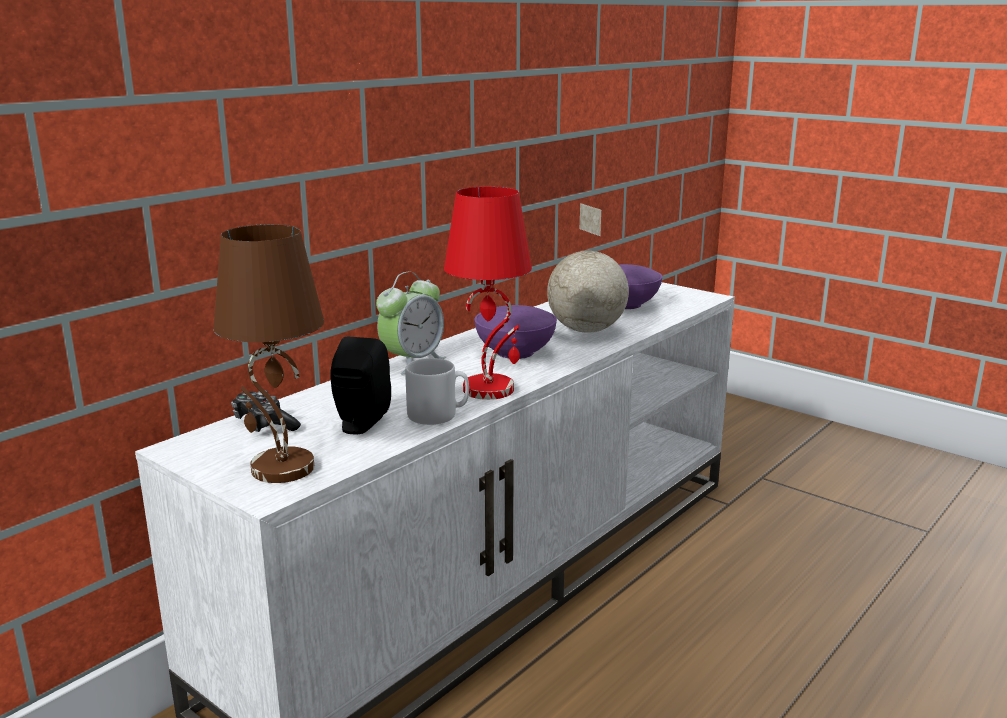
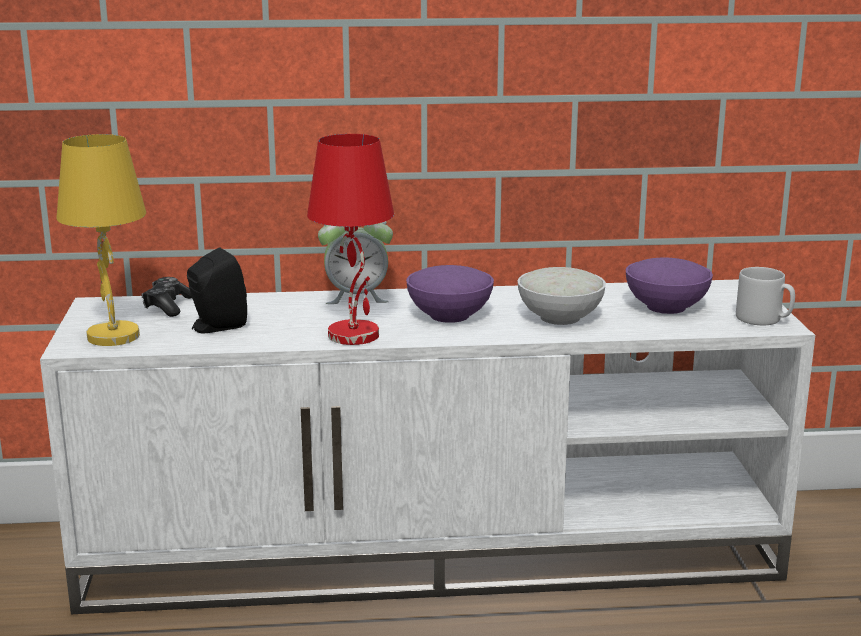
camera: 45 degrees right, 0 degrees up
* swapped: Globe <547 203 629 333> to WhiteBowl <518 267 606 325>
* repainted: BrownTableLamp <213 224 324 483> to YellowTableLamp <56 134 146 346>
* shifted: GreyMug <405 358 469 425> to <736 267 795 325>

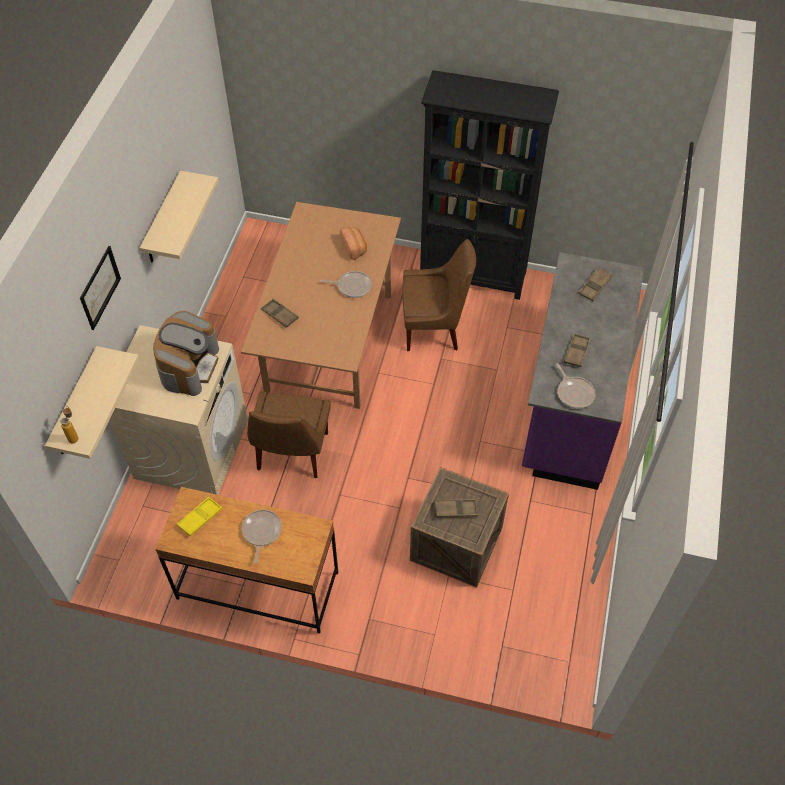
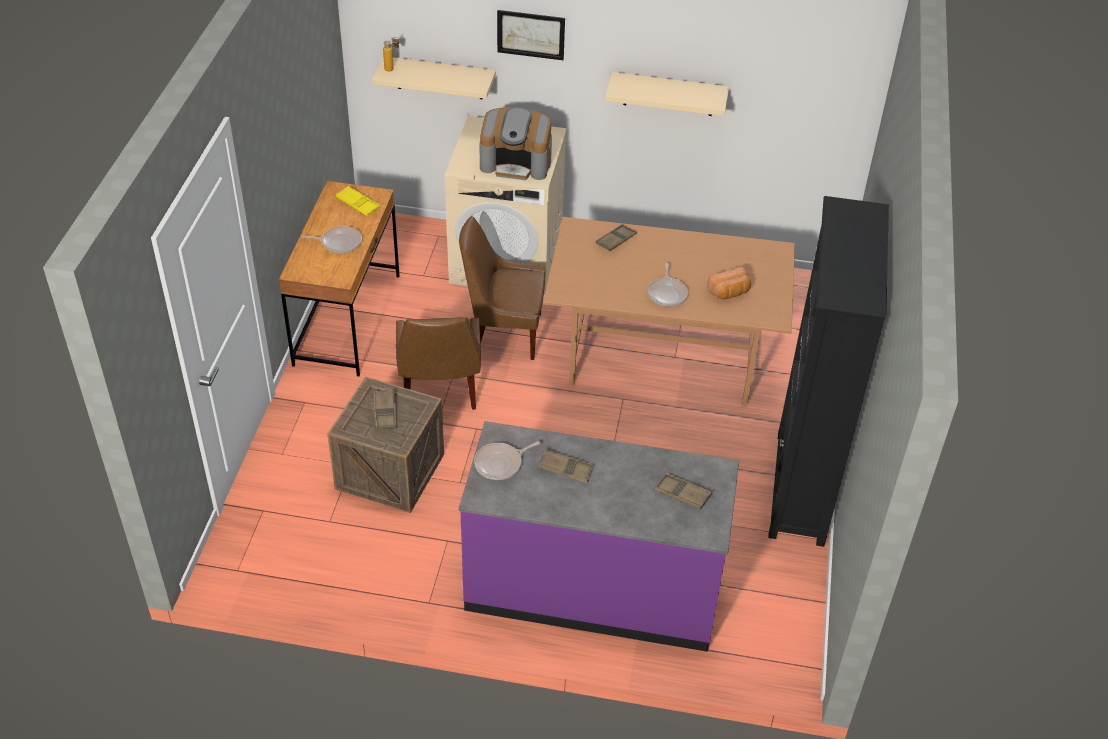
camera: 85 degrees right, 10 degrees down
* shifted: BrownChair <402 239 476 351> to <396 317 481 410>

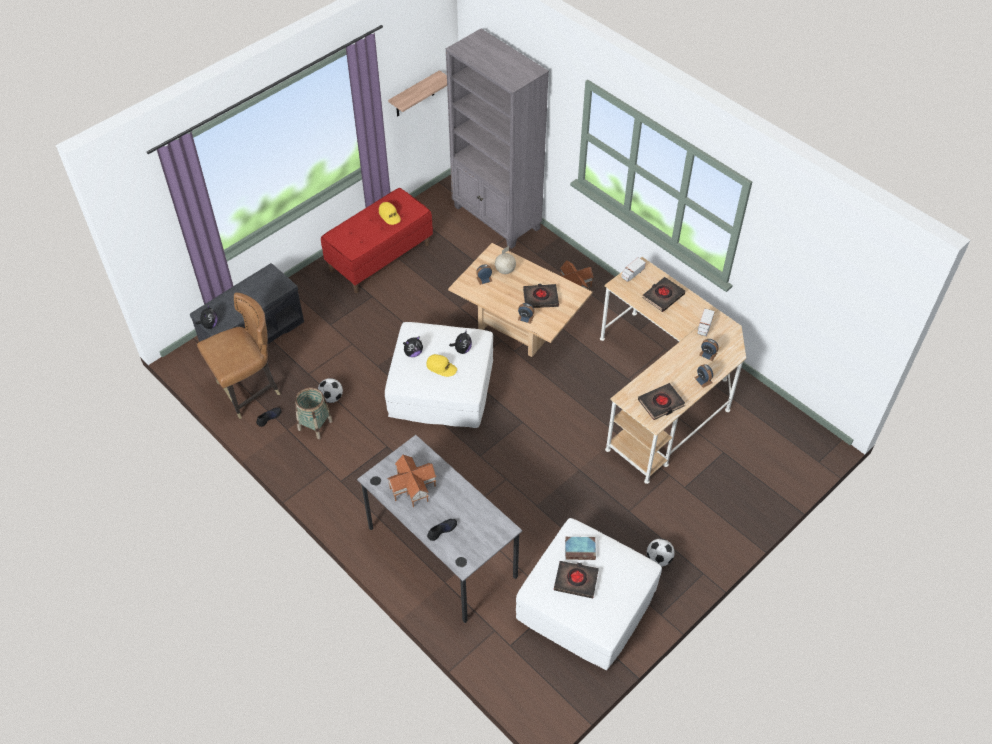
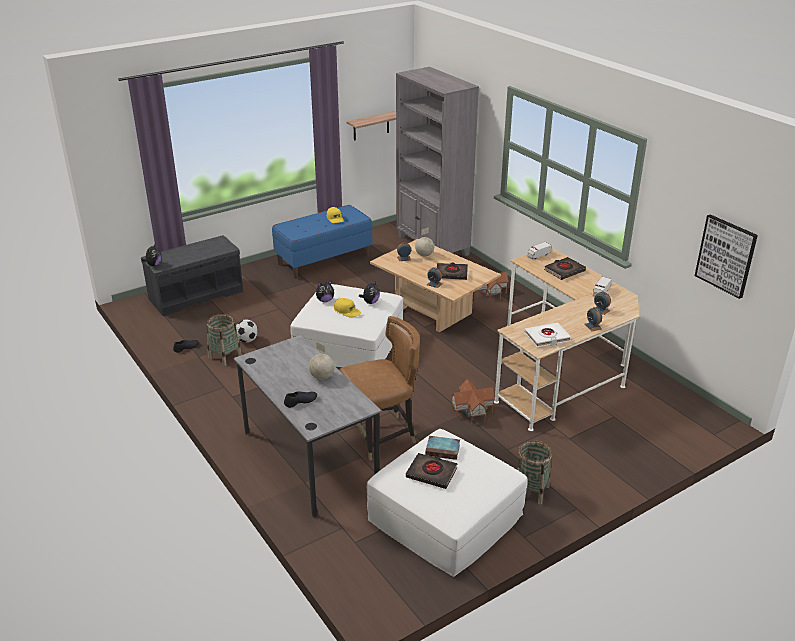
camera: 10 degrees right, 20 degrees down
* repainted: RedBench <321 188 433 293> to BlueBench <272 205 372 279>
* shifted: BrownChair <197 293 280 419> to <339 316 420 460>
* repainted: BlackBook <638 383 685 420> to WhiteBook <524 322 571 348>
* shifted: ToyHouse <387 455 436 507> to <451 379 495 424>
* swapped: Football <647 539 675 567> to Basket <517 440 552 504>
* new: Picture <695 214 758 299>
* new: Globe <309 342 335 380>

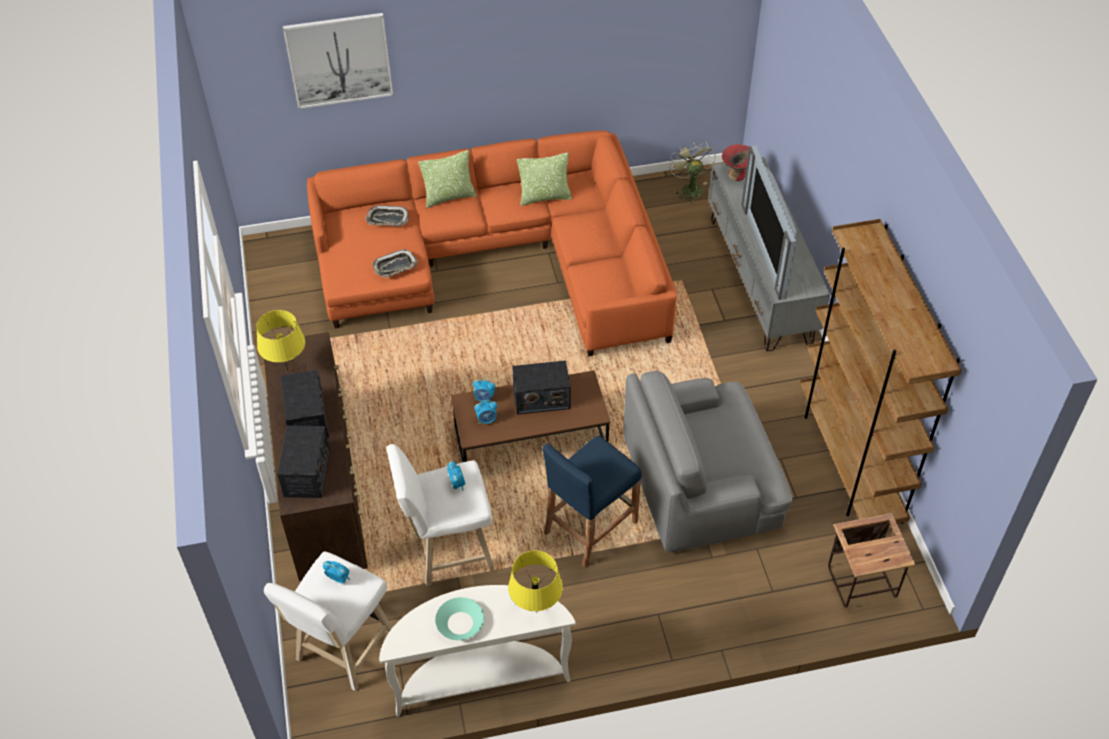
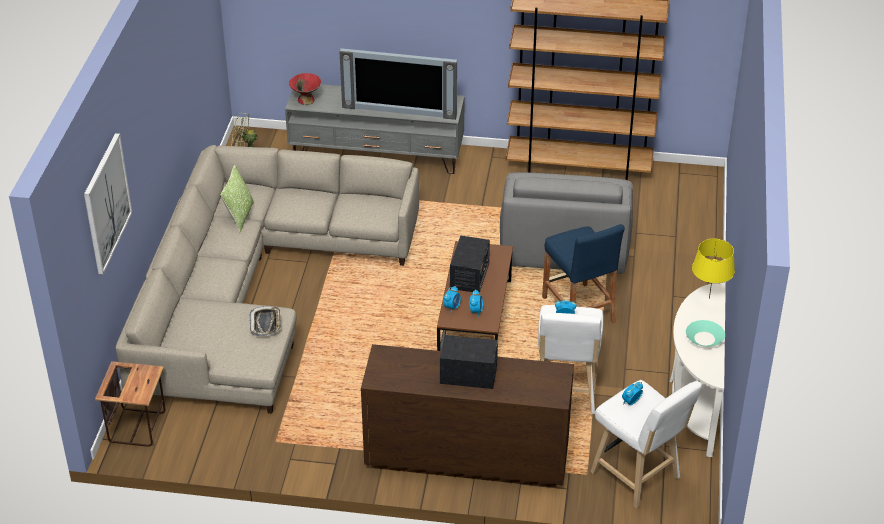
camera: 70 degrees left, 10 degrees down
* repainted: OrangeSofa <307 130 677 357> to BeigeSofa <116 145 419 414>
* gone: Pillow <418 150 476 208>
* gone: Tray <366 205 409 226>
* gone: YellowTableLamp <256 310 305 371>
* gone: Radio <277 425 330 498>
* shifted: SideTable <828 513 915 608> to <95 361 165 447>

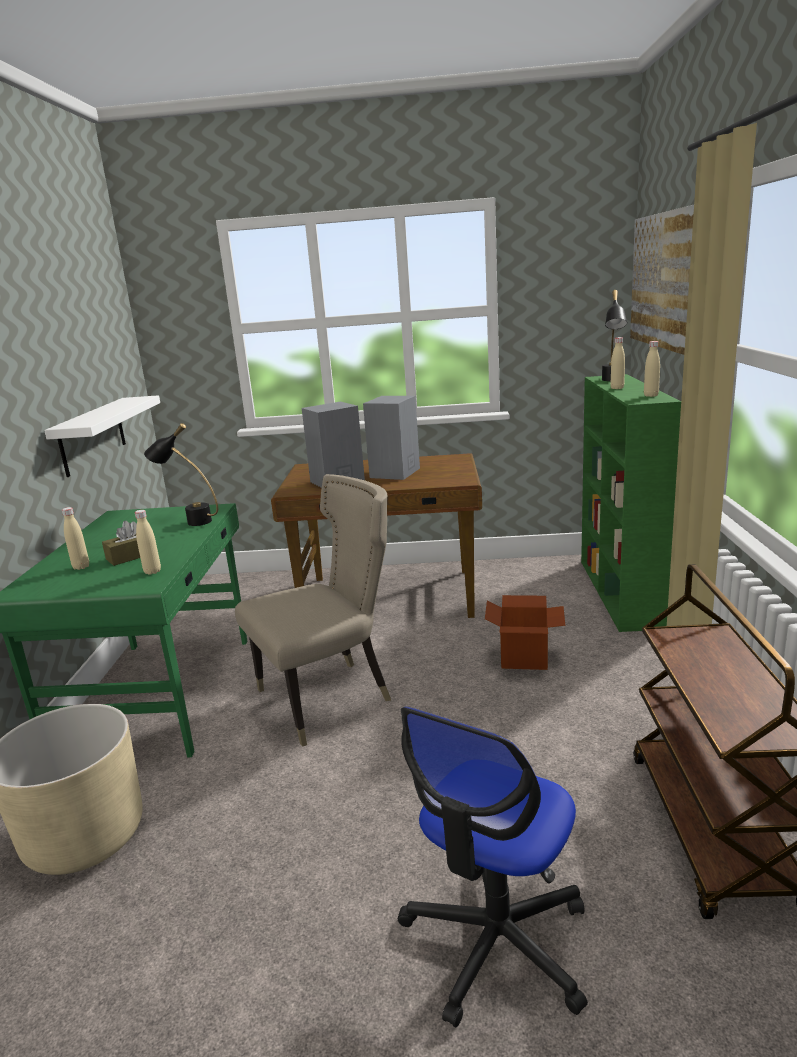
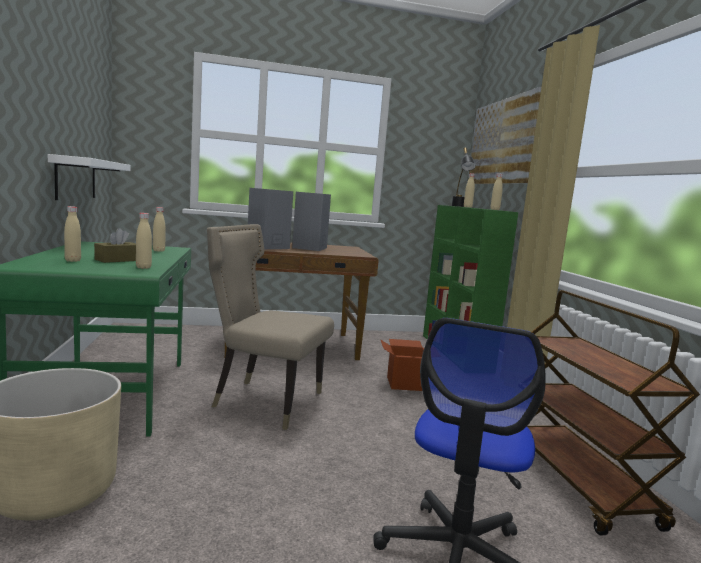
camera: 15 degrees left, 10 degrees down
* swapped: BlackTableLamp <144 423 218 526> to BeigeBottle <153 207 166 252>
* rotated: BeigeChair <235 474 391 747> = <207 224 334 430> 120 degrees counterclockwise

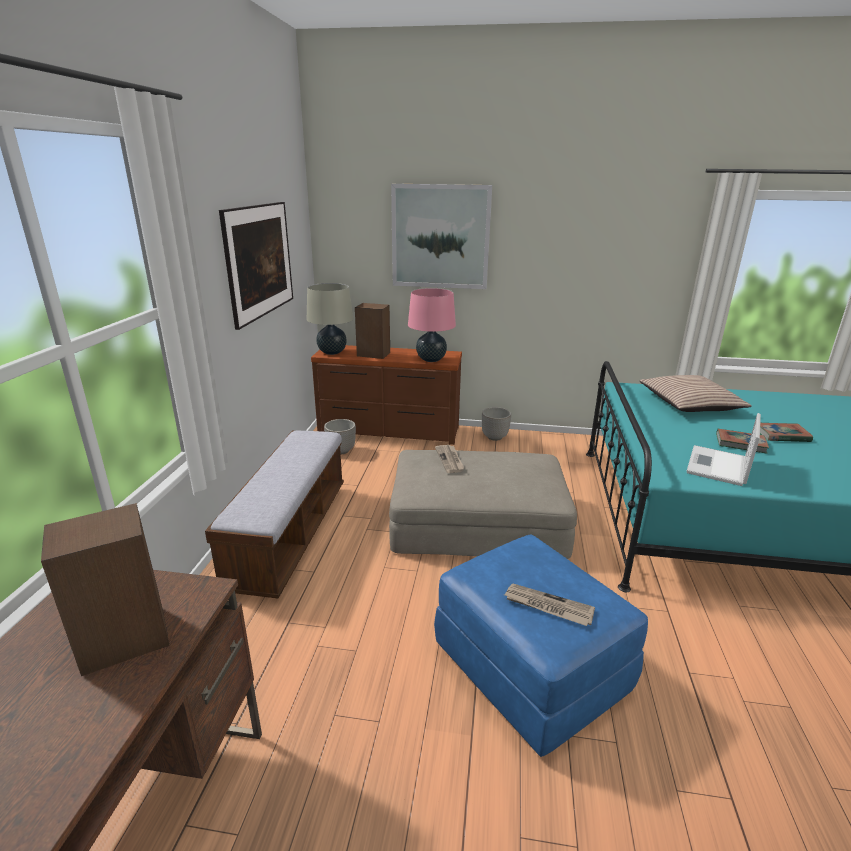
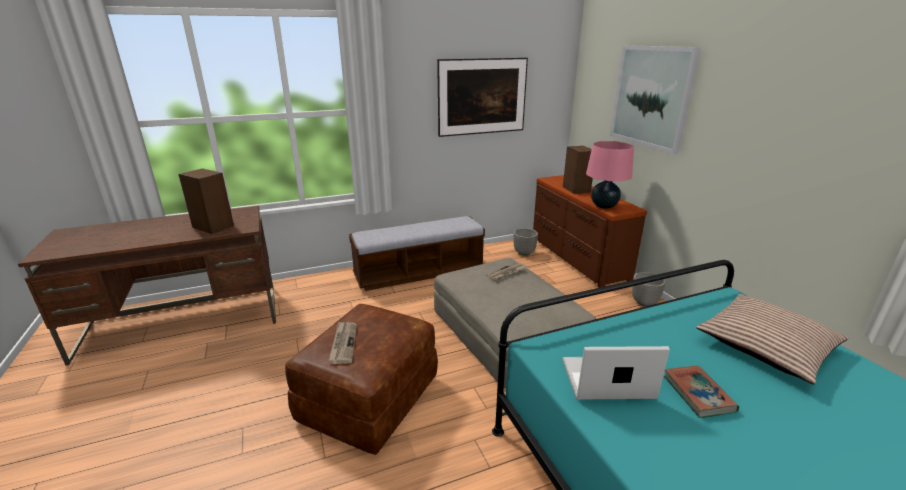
camera: 60 degrees right, 0 degrees up
* gone: BeigeTableLamp <307 283 354 355>
* gone: Book <760 423 813 442>
* repainted: BlueOttoman <434 535 648 757> to BrownOttoman <285 304 438 455>

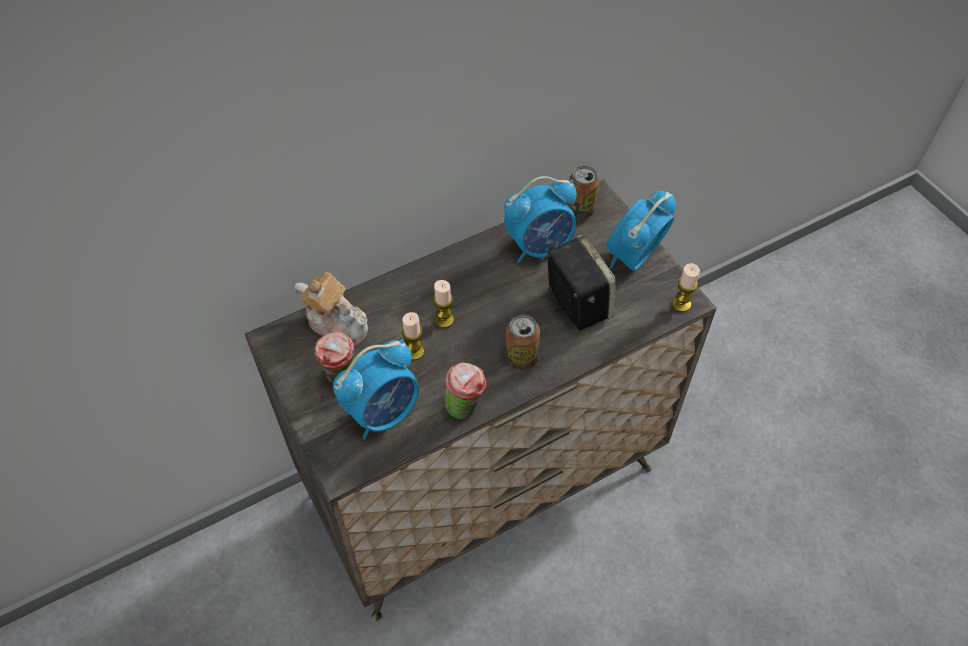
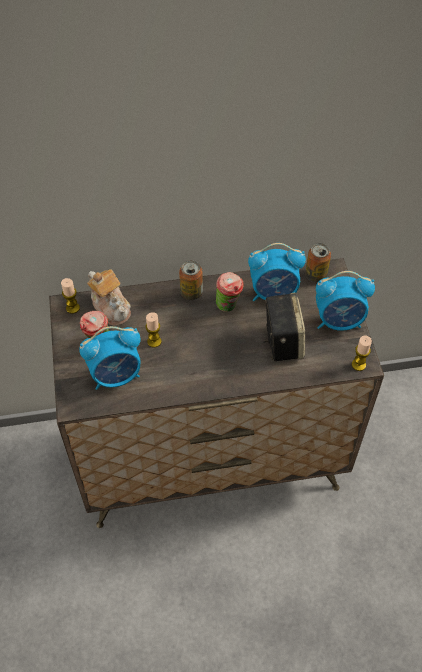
camera: 20 degrees right, 0 degrees up
* rotated: AlarmClock <606 190 676 271> = <316 271 375 331> 150 degrees counterclockwise
* shifted: Candle <433 280 454 328> to <61 278 80 314>
* shifted: Can <506 315 540 370> to <179 261 203 300>
* shifted: Cup <445 362 486 419> to <216 272 244 312>

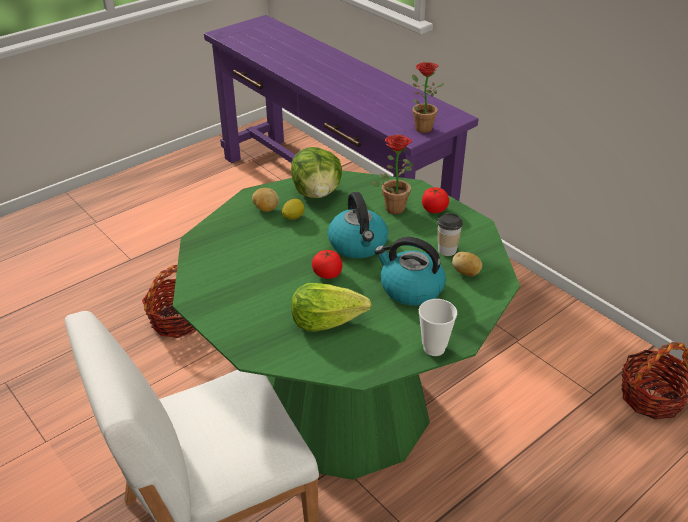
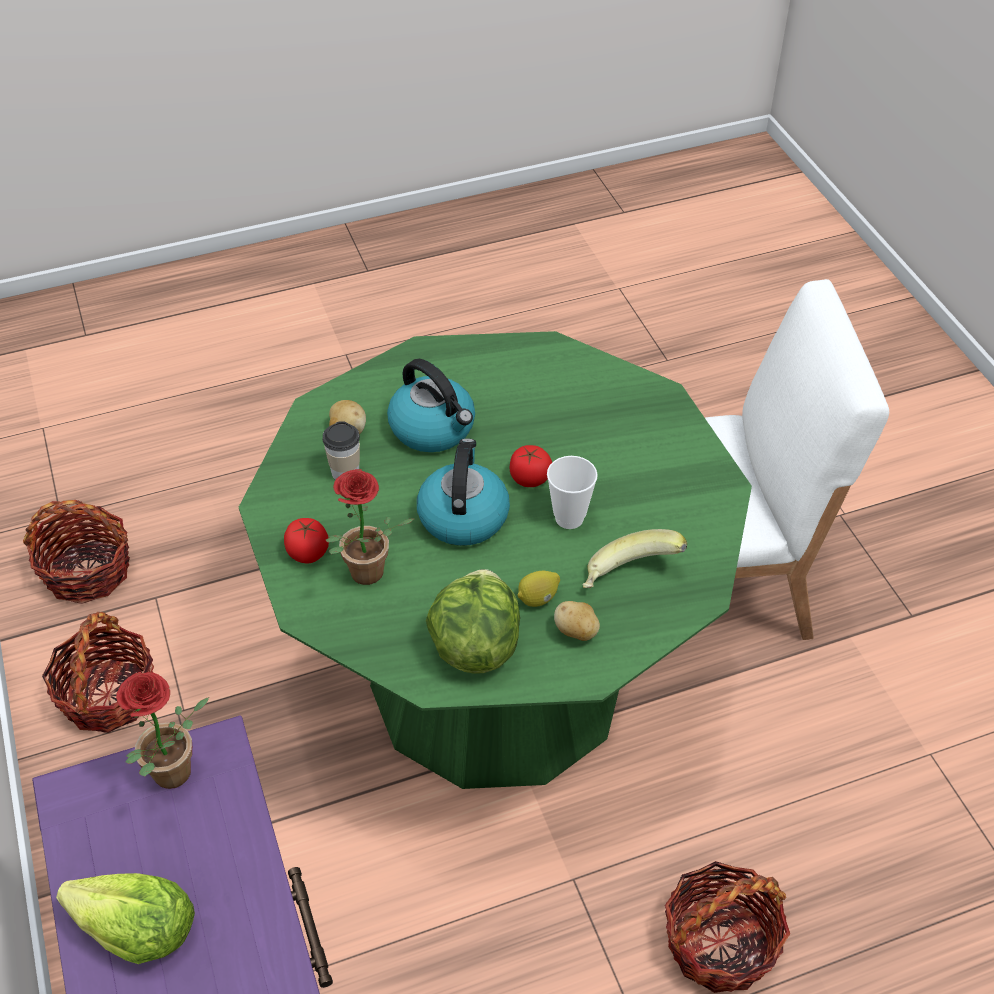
camera: 160 degrees left, 10 degrees up
* shifted: Lettuce <291 283 372 331> to <56 873 195 964>
* shifted: Cup <419 299 457 356> to <547 456 598 529>
* new: Banana <582 529 687 588>
* new: Basket <42 612 154 733>

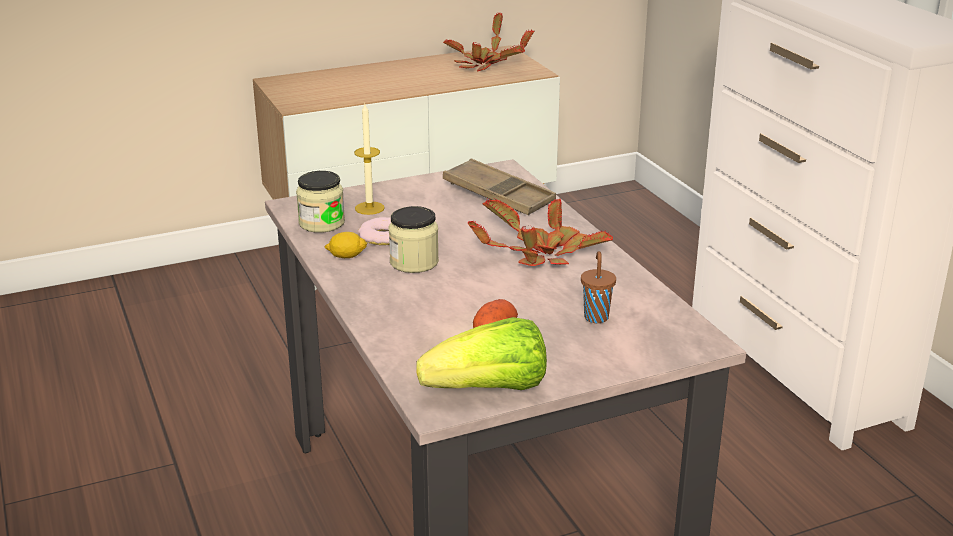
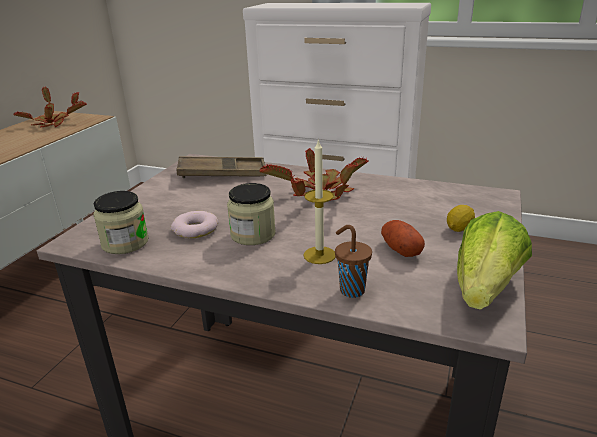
camera: 45 degrees left, 0 degrees up
* shifted: Candle <354 104 385 215> to <304 139 335 264>
* shifted: Lemon <325 232 368 258> to <447 205 475 232>
* shifted: BrownCup <581 251 616 323> to <335 225 372 298>

